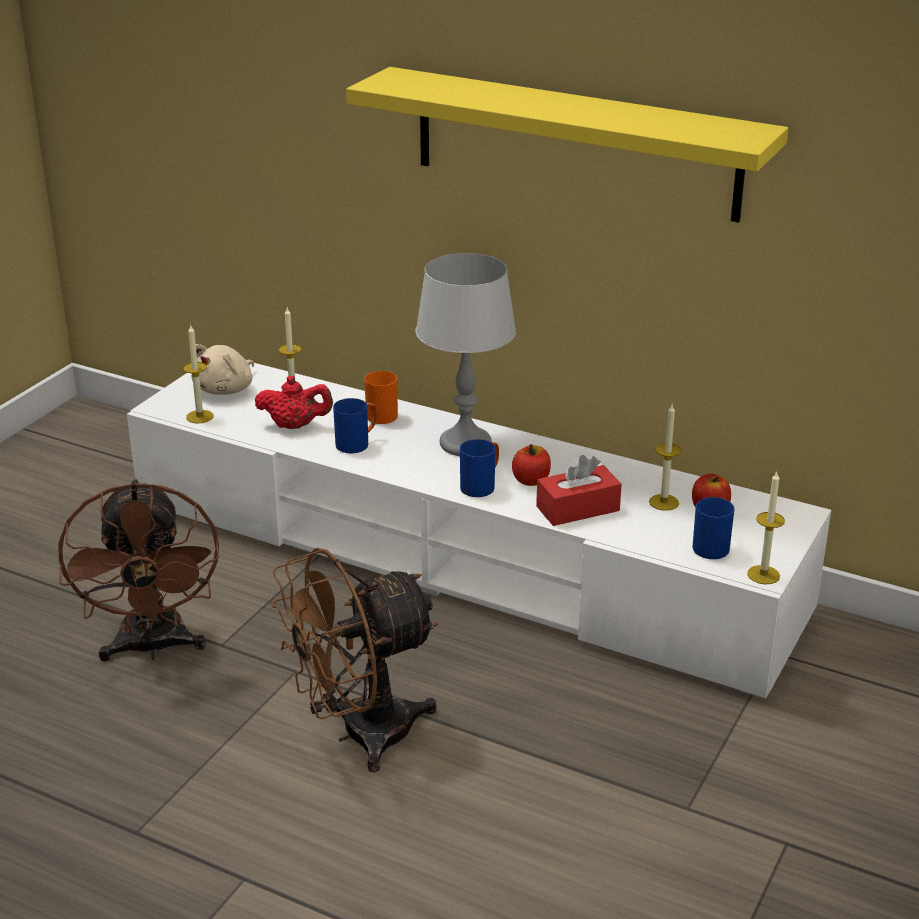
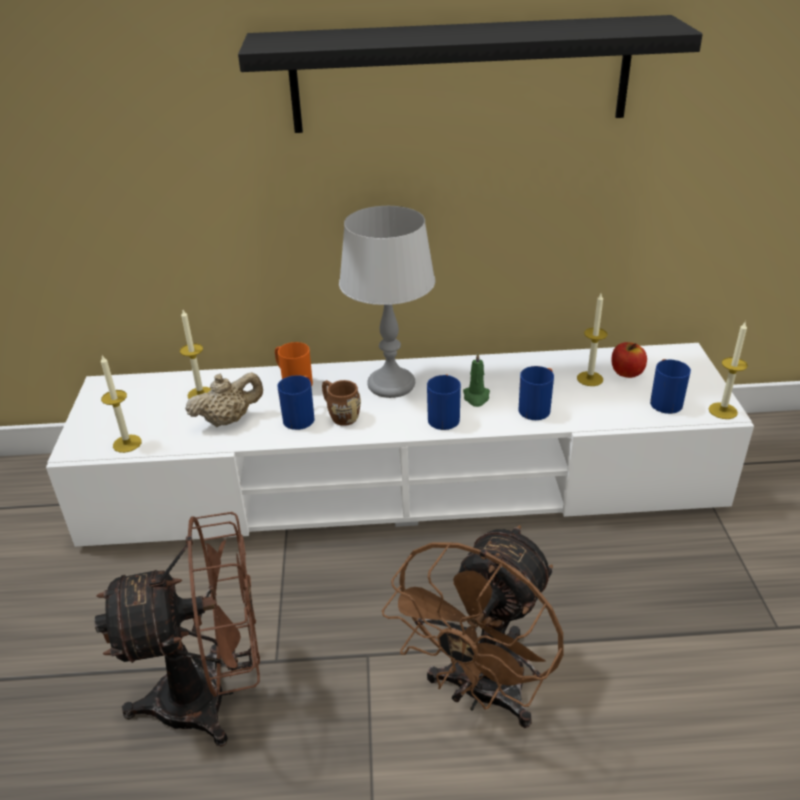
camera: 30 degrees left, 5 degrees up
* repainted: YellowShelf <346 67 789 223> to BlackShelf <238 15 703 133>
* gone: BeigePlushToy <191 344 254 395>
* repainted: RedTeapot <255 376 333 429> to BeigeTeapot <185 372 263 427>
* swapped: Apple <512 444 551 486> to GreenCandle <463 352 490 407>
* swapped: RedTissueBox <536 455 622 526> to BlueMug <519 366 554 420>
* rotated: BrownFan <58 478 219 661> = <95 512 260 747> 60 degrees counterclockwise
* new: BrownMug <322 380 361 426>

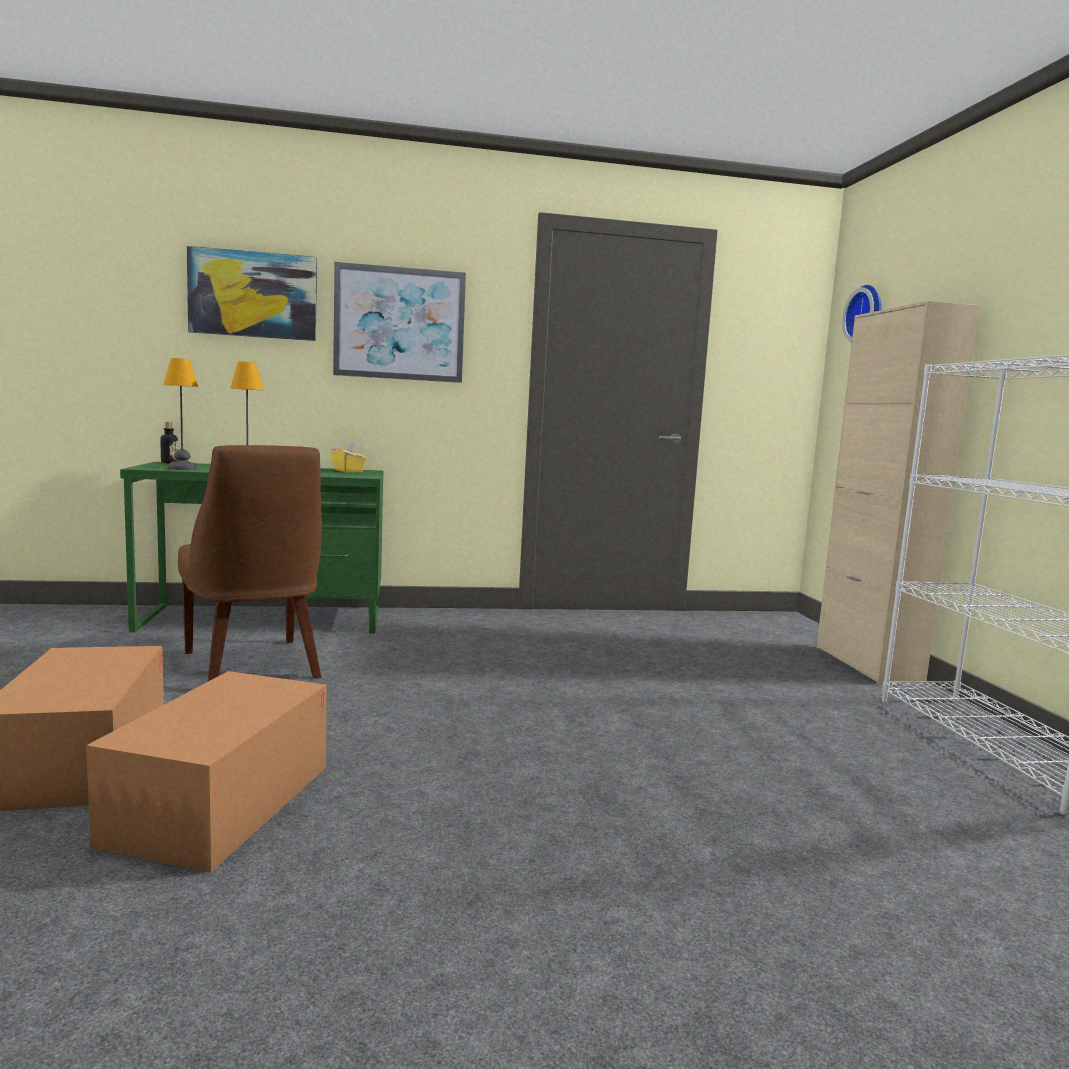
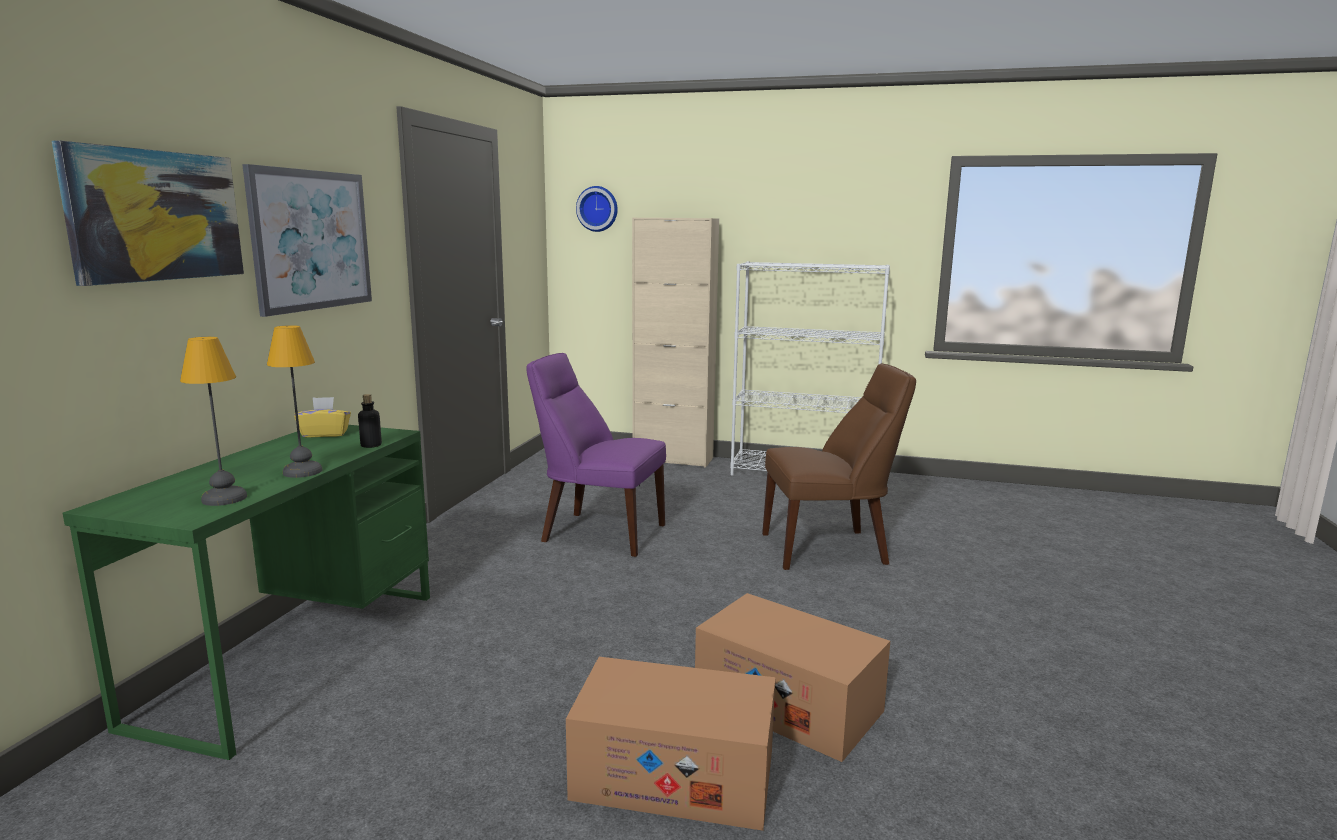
camera: 65 degrees left, 5 degrees up
* shifted: Bottle <160 422 178 463> to <358 394 382 448>
* shifted: BrownChair <178 445 322 682> to <762 364 916 570>
* new: PurpleChair <527 353 666 557>

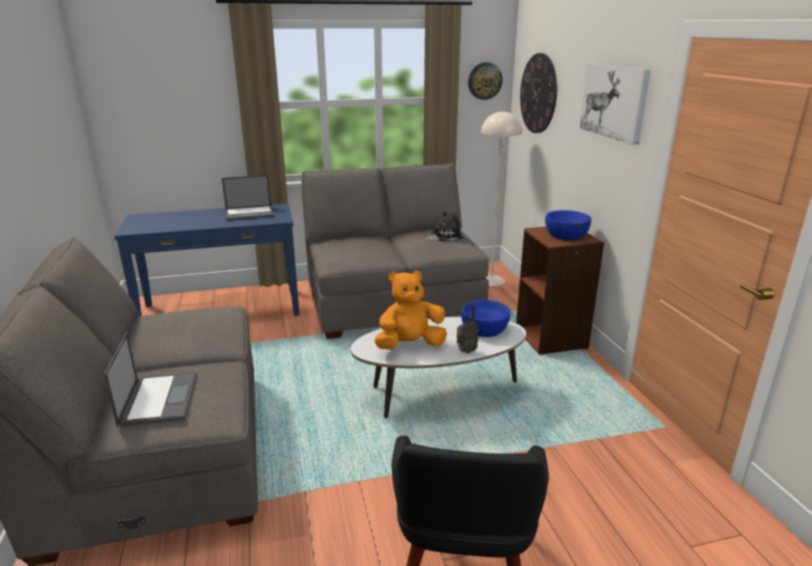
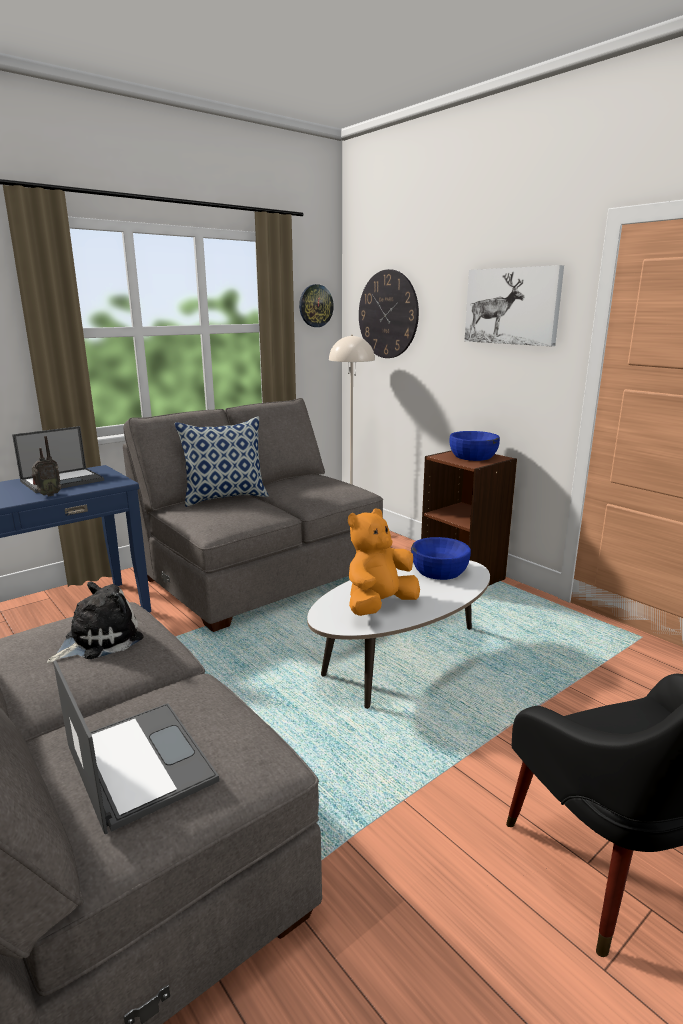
camera: 25 degrees left, 5 degrees down
* shifted: PlushToy <424 211 463 241> to <47 581 143 663>
* shifted: Radio <457 304 479 353> to <32 436 61 496>
* new: Pillow <174 416 269 507>

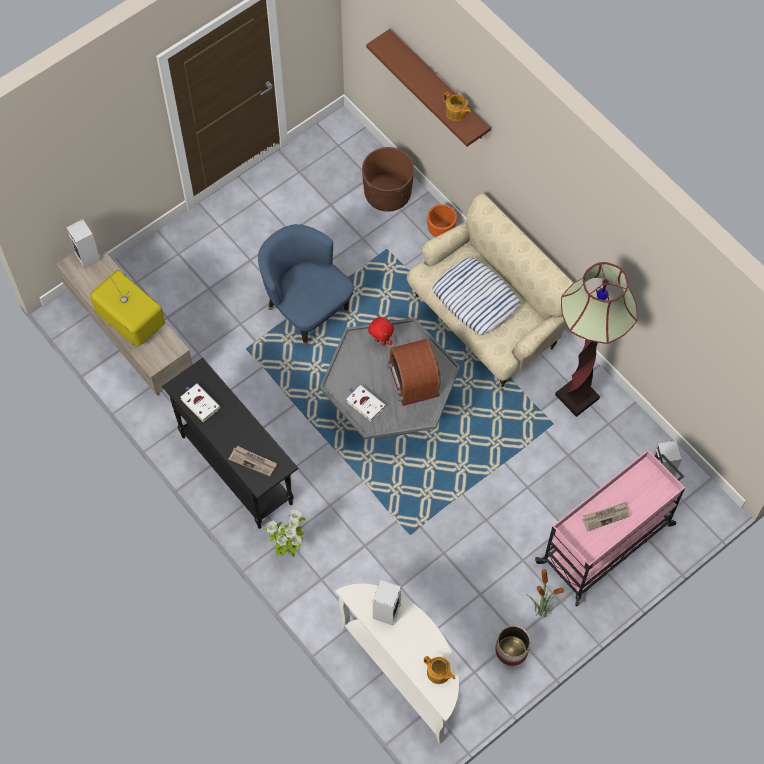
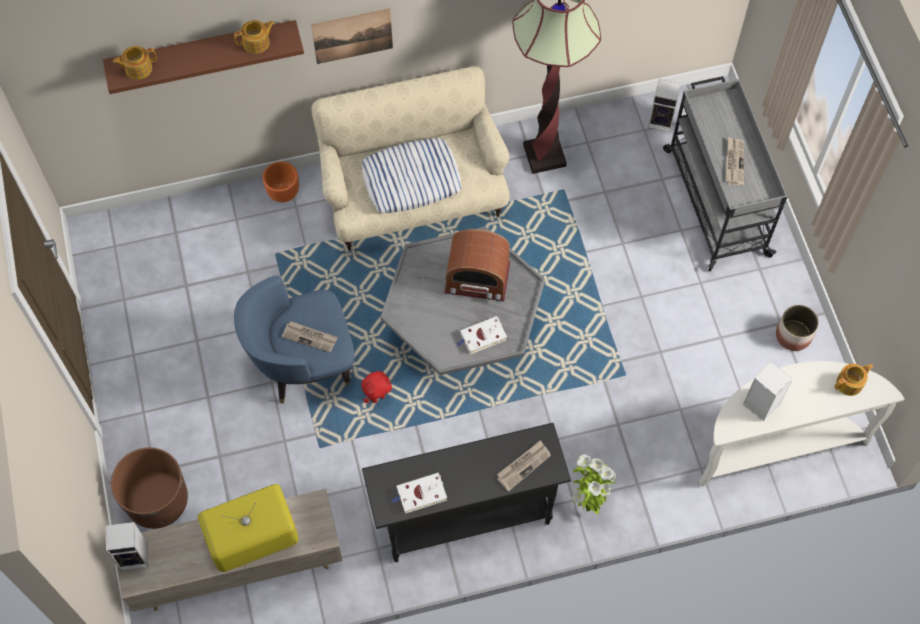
camera: 65 degrees left, 0 degrees up
* shifted: BrownPlanter <362 147 414 212> to <111 447 188 529>
* shifted: RedPlushToy <368 317 394 346> to <361 371 392 403>
* repainted: PinkCart <535 450 685 606> to GreyCart <663 76 788 271>
* gone: PottedPlant <526 569 566 617>
* new: Picture <311 8 393 64>
* new: Teapot <113 46 157 80>
* new: Newspaper <282 321 338 353>

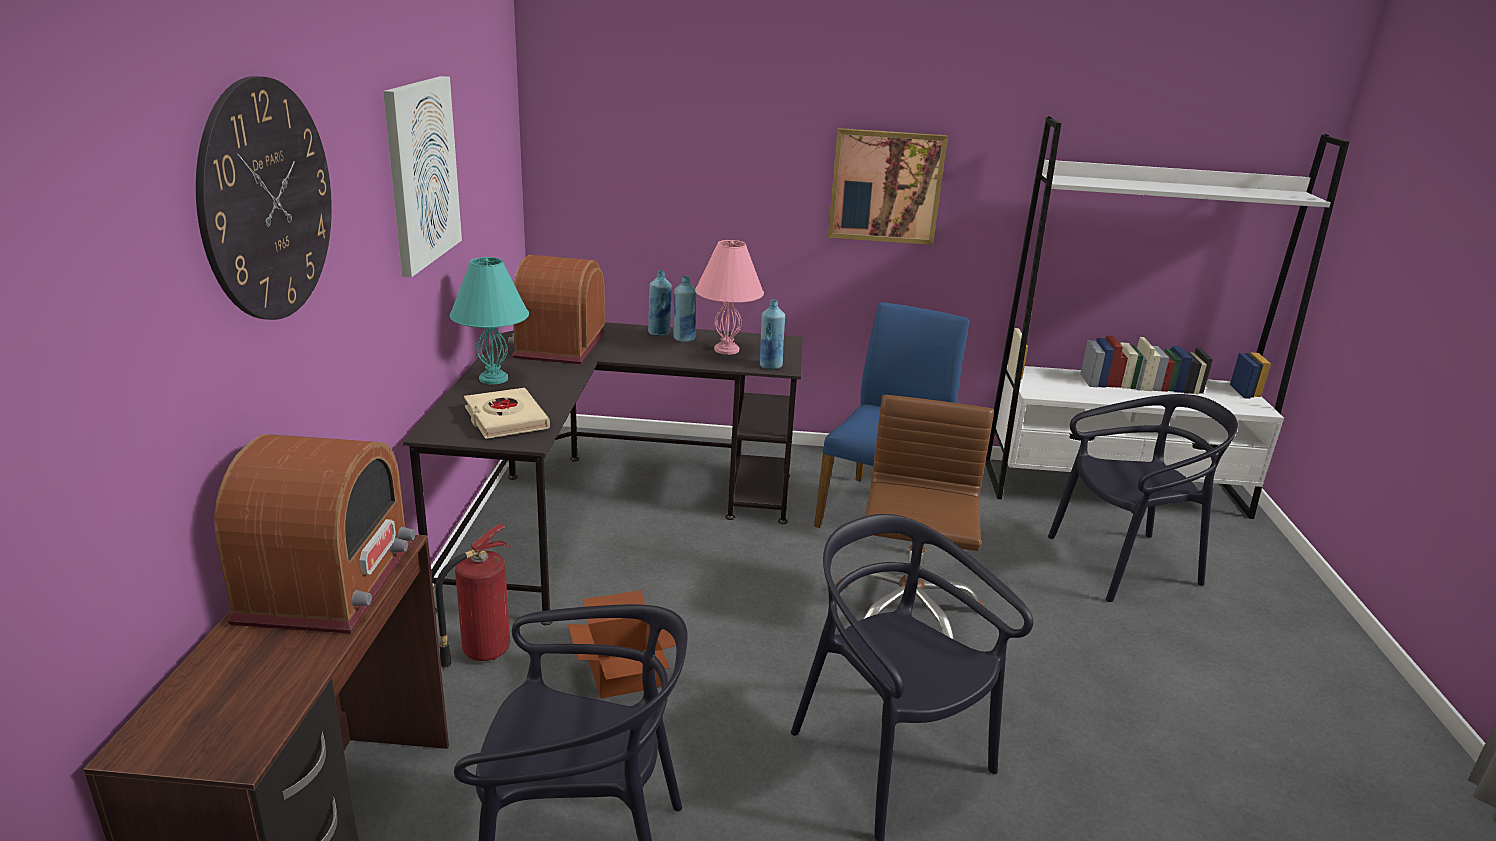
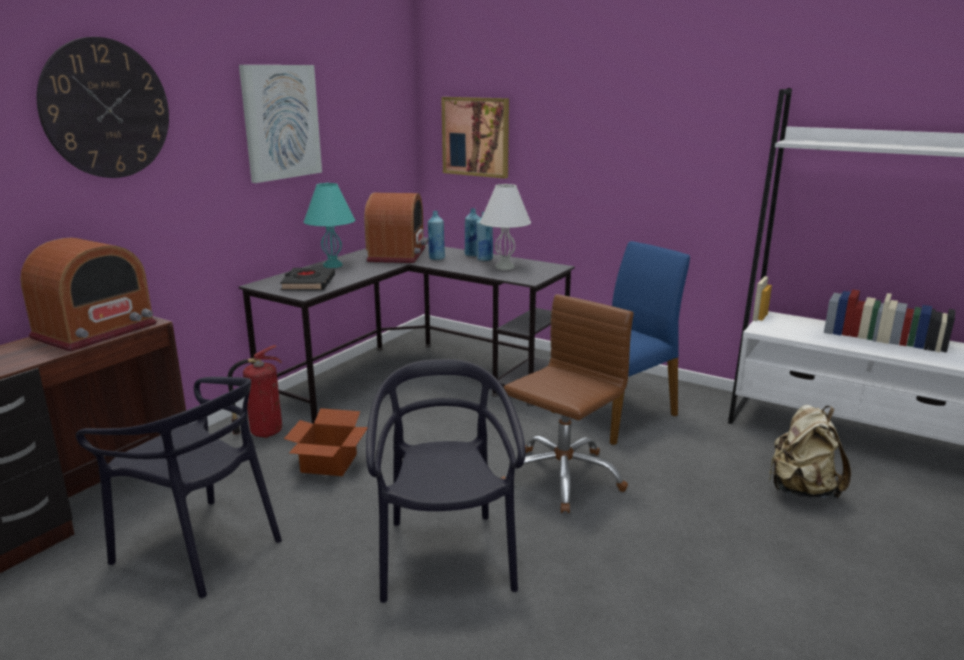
camera: 30 degrees right, 5 degrees down
* shifted: Picture <828 128 948 245> to <441 97 509 179>
* repainted: PinkTableLamp <695 240 764 355> to WhiteTableLamp <480 184 531 270>
* rotated: Radio <508 255 605 365> = <364 193 428 263> 150 degrees clockwise
* shifted: BlueBottle <760 299 785 370> to <428 211 445 260>
* repainted: BeigeBook <464 388 550 439> to BlackBook <280 268 335 290>
* swapped: BlackChair <1048 394 1238 602> to BeigeBackpack <769 405 851 499>

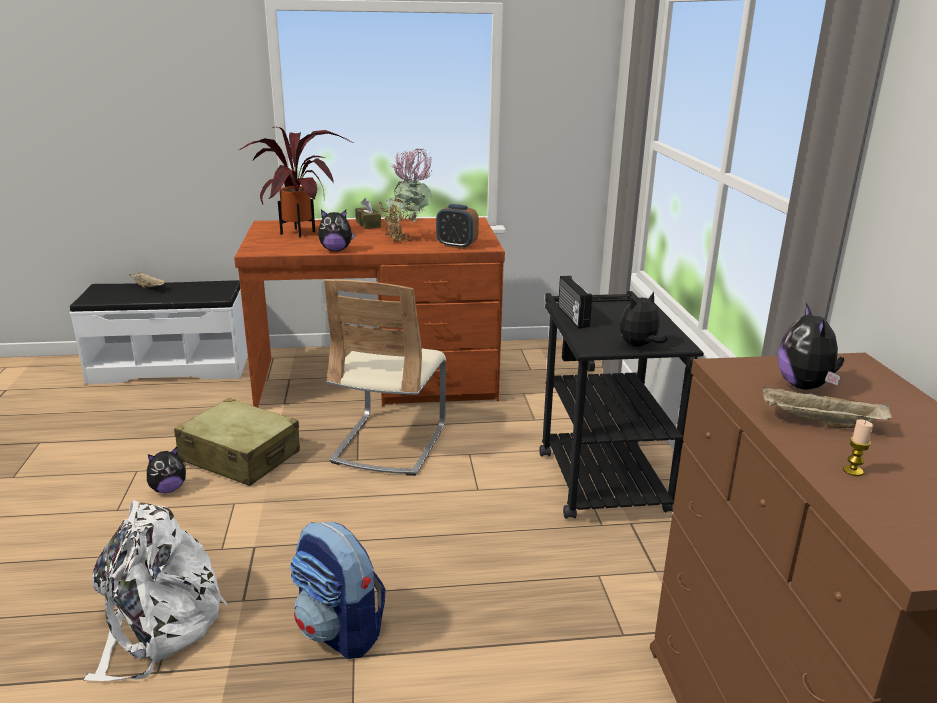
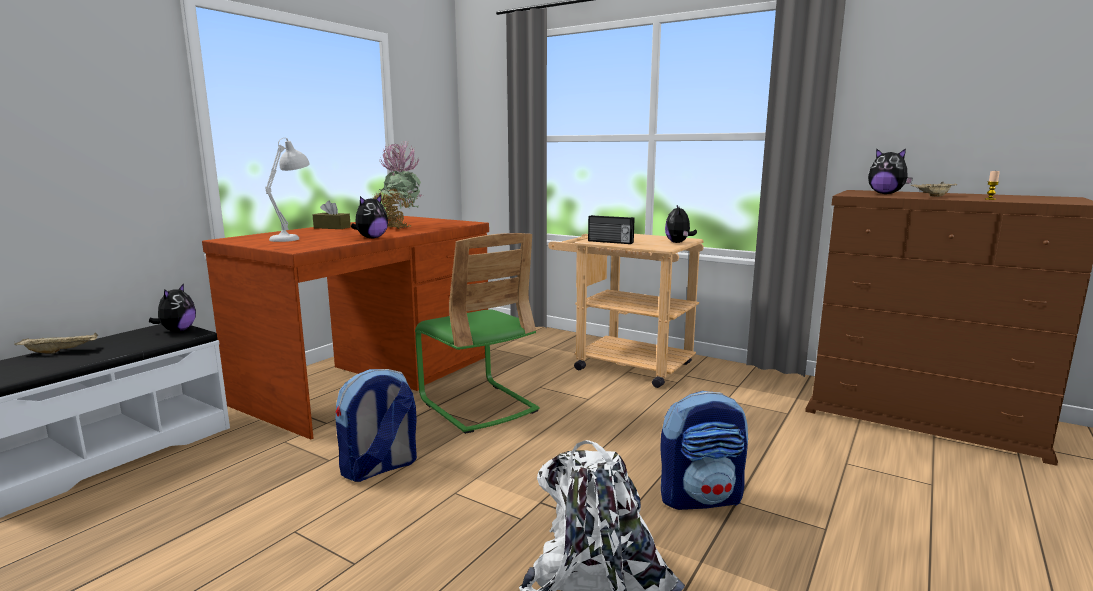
camera: 50 degrees left, 10 degrees down
* swapped: PottedPlant <239 127 353 238> to WhiteTableLamp <265 138 310 242>
* gone: AlarmClock <436 204 479 249>
* repainted: BeigeChair <324 279 446 476> to GreenChair <415 233 540 434>
* repainted: BlackCart <539 291 704 519> to BeigeCart <548 234 704 388>
* swapped: BeigeSuitcase <174 398 300 486> to Backpack <336 369 417 482>
* shifted: PlushToy <147 447 186 493> to <149 283 196 332>

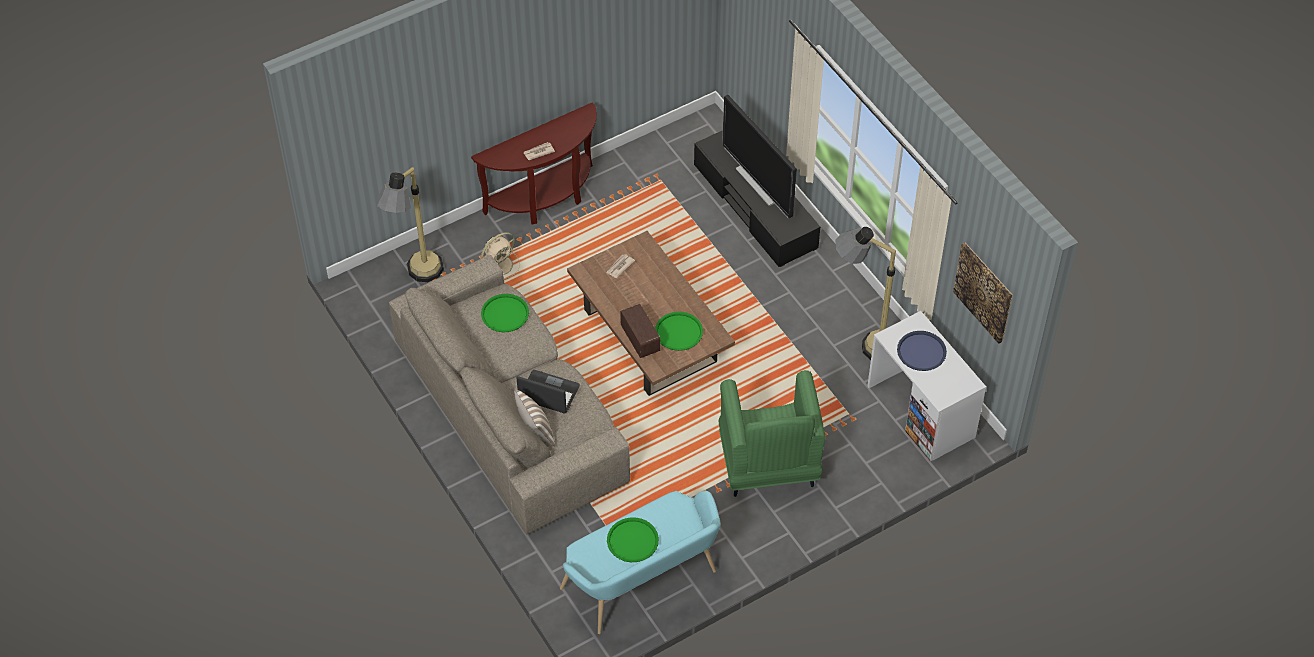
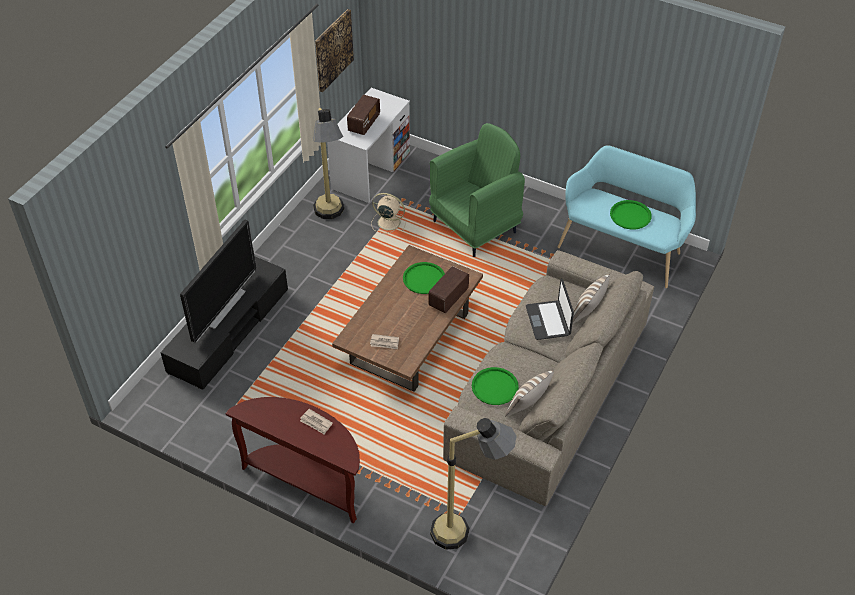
camera: 120 degrees left, 5 degrees down
* shifted: BeigeFan <481 232 520 280> to <371 193 406 233>
* swapped: BlueTray <897 331 947 371> to Radio <347 95 380 135>
* new: Pillow <505 371 554 416>

